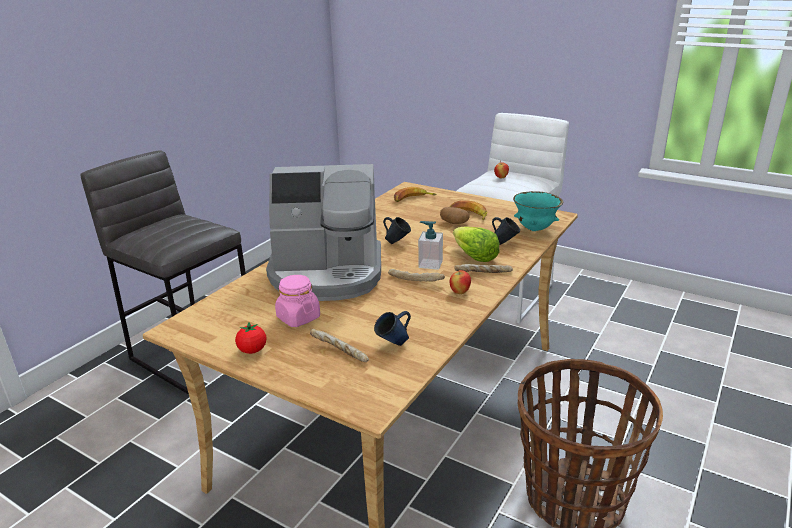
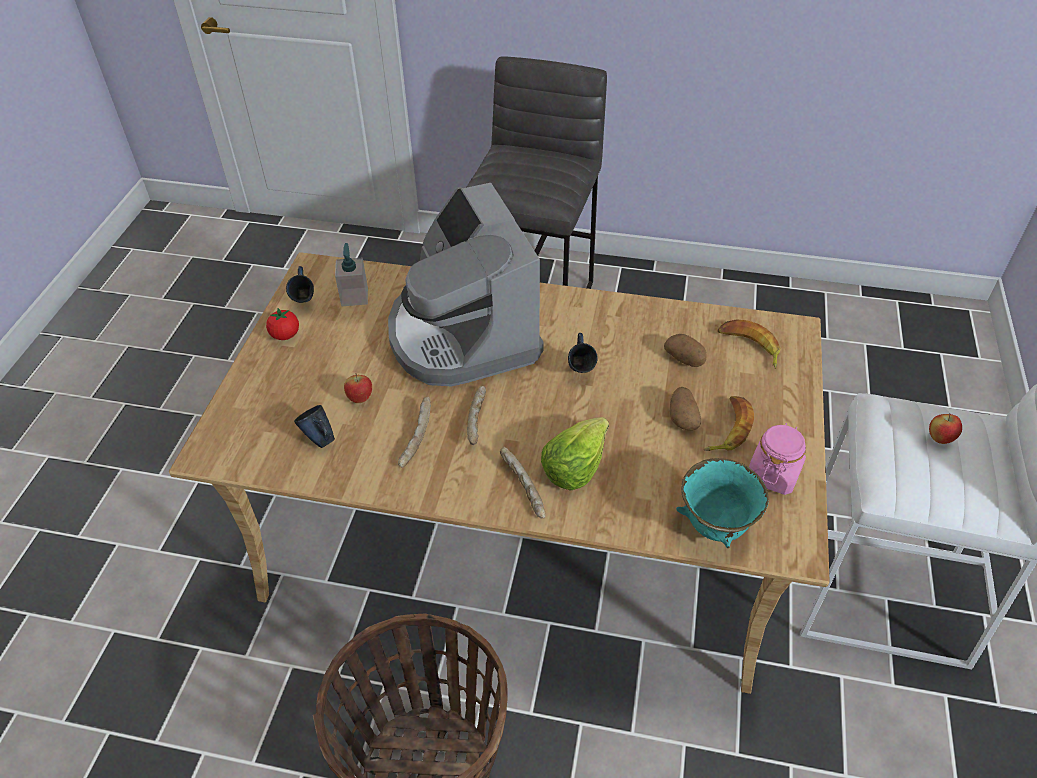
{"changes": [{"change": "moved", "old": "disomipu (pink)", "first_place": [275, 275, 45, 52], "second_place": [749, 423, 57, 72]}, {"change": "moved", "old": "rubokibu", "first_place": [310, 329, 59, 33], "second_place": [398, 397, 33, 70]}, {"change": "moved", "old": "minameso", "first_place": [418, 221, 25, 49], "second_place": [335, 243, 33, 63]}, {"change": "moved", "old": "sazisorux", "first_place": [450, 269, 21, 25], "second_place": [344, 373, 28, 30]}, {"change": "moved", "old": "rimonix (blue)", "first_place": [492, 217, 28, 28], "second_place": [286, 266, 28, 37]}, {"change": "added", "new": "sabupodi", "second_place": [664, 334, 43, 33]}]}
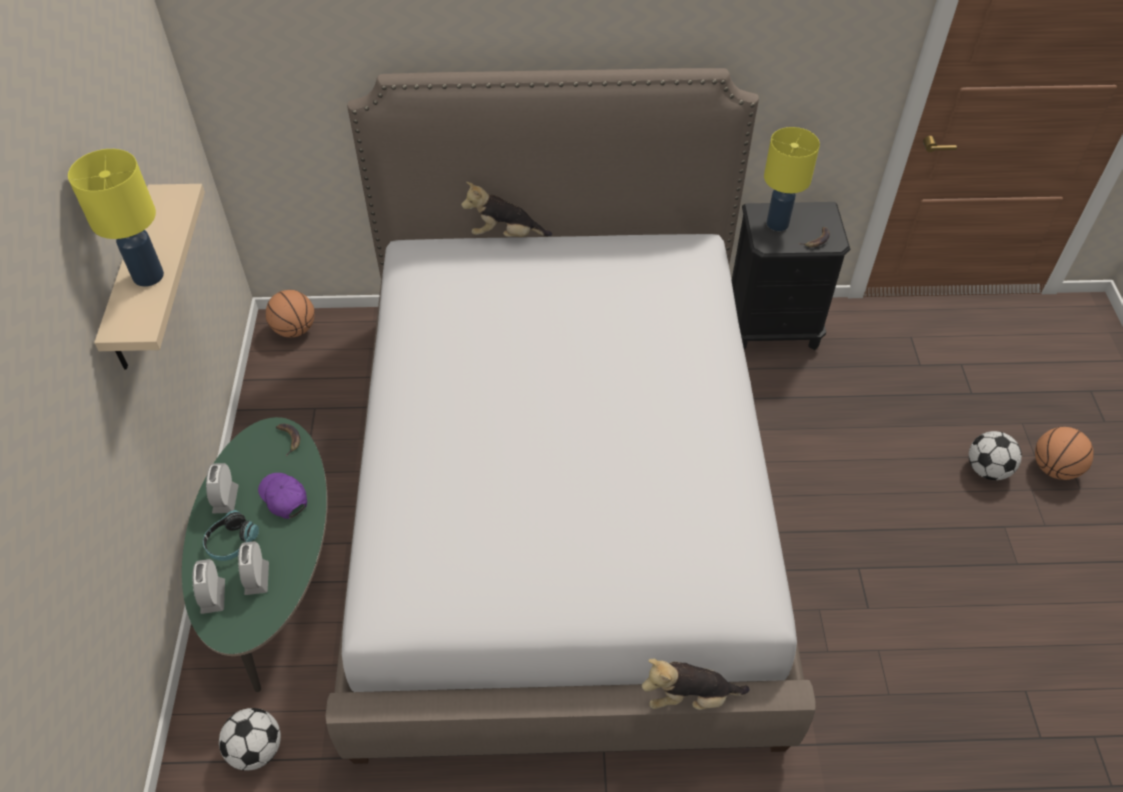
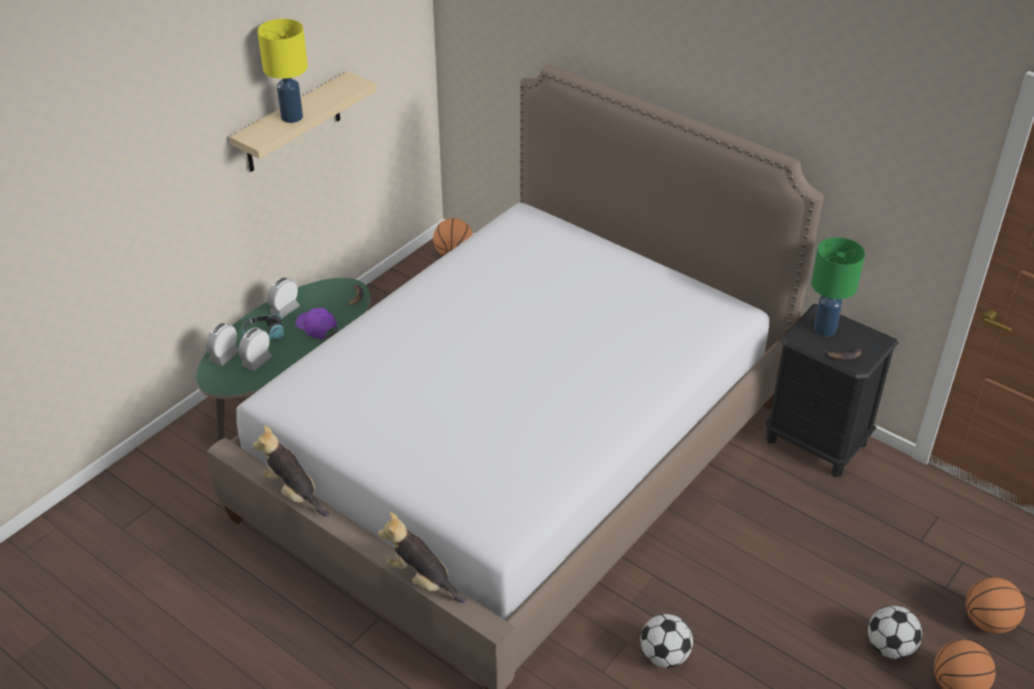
{"changes": [{"change": "moved", "old": "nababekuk", "first_place": [219, 708, 62, 63], "second_place": [640, 614, 53, 54]}, {"change": "turned", "old": "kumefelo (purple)", "first_place": [258, 473, 49, 46], "second_place": [295, 308, 42, 32], "degrees": -45}, {"change": "moved", "old": "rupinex", "first_place": [461, 182, 91, 55], "second_place": [253, 425, 76, 91]}, {"change": "recoloured", "old": "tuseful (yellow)", "new": "tuseful (green)", "first_place": [764, 127, 56, 104], "second_place": [811, 237, 54, 99]}, {"change": "added", "new": "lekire", "second_place": [965, 577, 60, 57]}]}
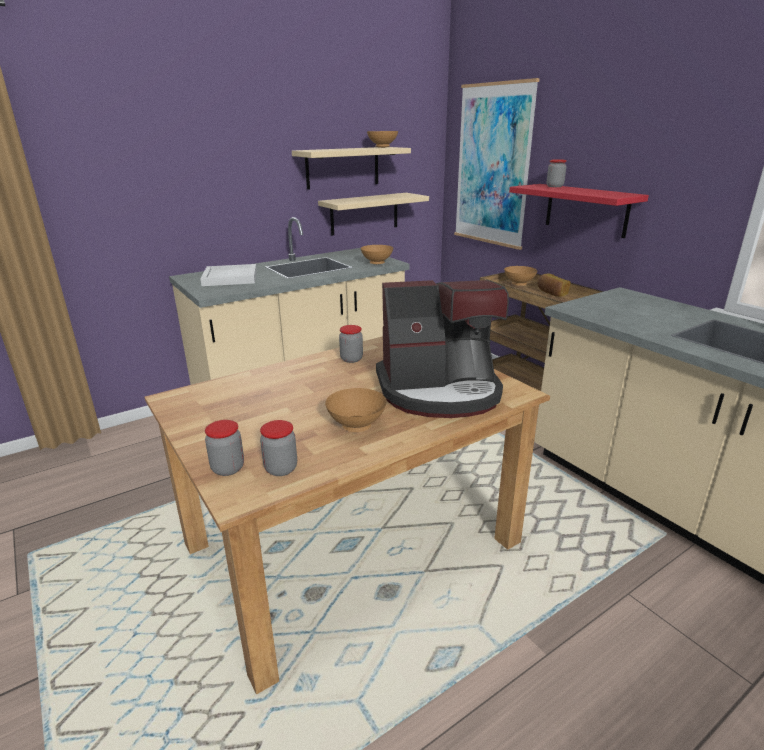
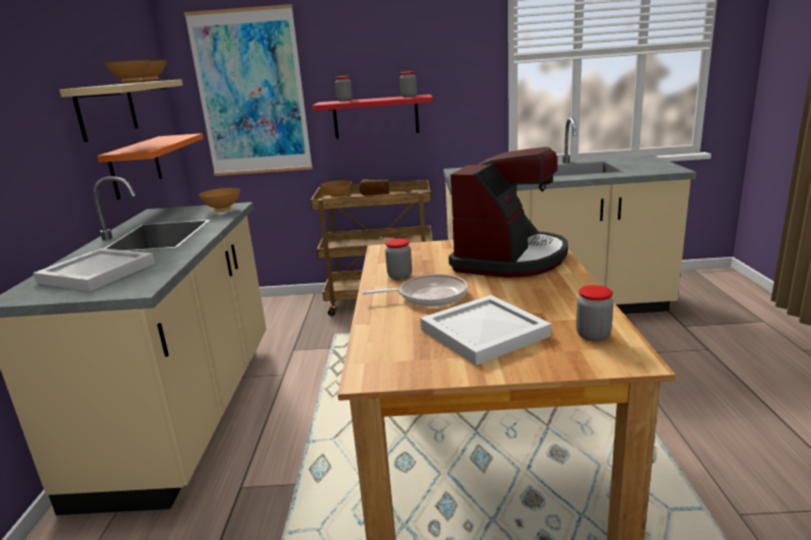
{"changes": [{"change": "moved", "old": "disomipu", "first_place": [205, 420, 39, 56], "second_place": [400, 71, 17, 26]}, {"change": "recoloured", "old": "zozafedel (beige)", "new": "zozafedel (orange)", "first_place": [318, 193, 111, 43], "second_place": [97, 133, 106, 67]}, {"change": "moved", "old": "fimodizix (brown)", "first_place": [325, 388, 62, 44], "second_place": [104, 60, 46, 23]}, {"change": "added", "new": "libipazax", "second_place": [362, 274, 106, 33]}, {"change": "added", "new": "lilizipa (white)", "second_place": [420, 295, 132, 70]}]}
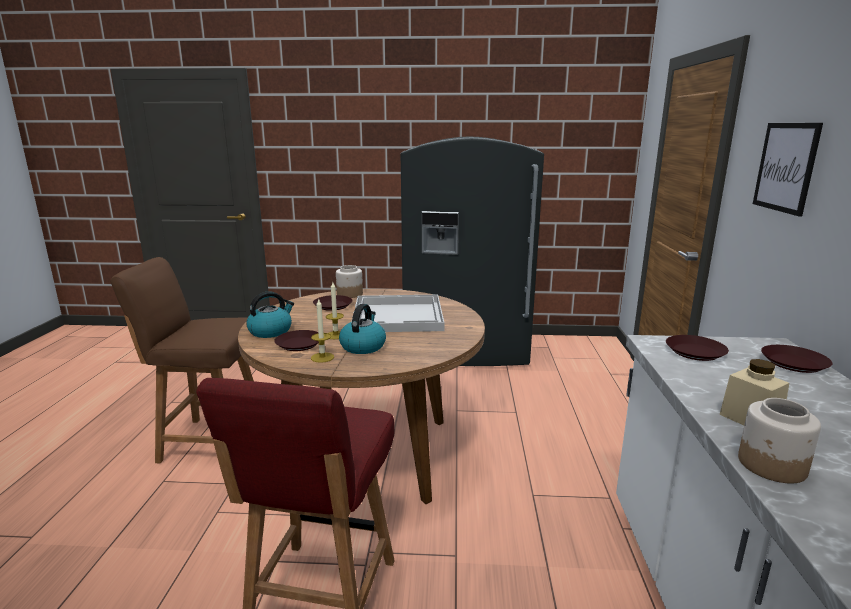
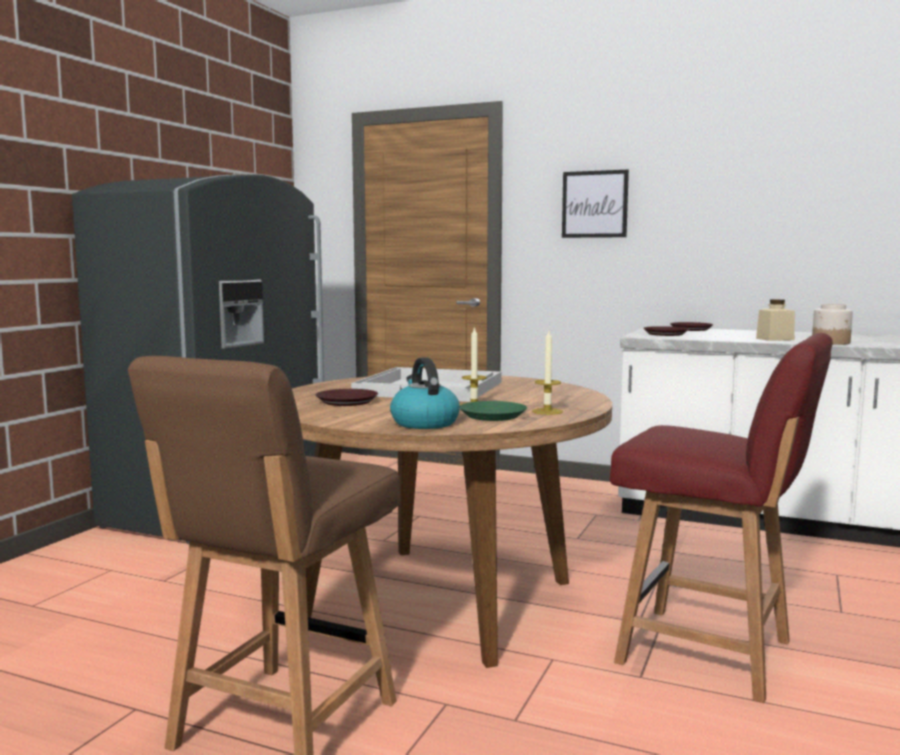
{"changes": [{"change": "recoloured", "old": "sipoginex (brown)", "new": "sipoginex (green)", "first_place": [274, 330, 45, 21], "second_place": [460, 401, 67, 20]}, {"change": "removed", "old": "disomipu", "first_place": [336, 265, 27, 33]}, {"change": "removed", "old": "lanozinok", "first_place": [339, 304, 47, 50]}]}
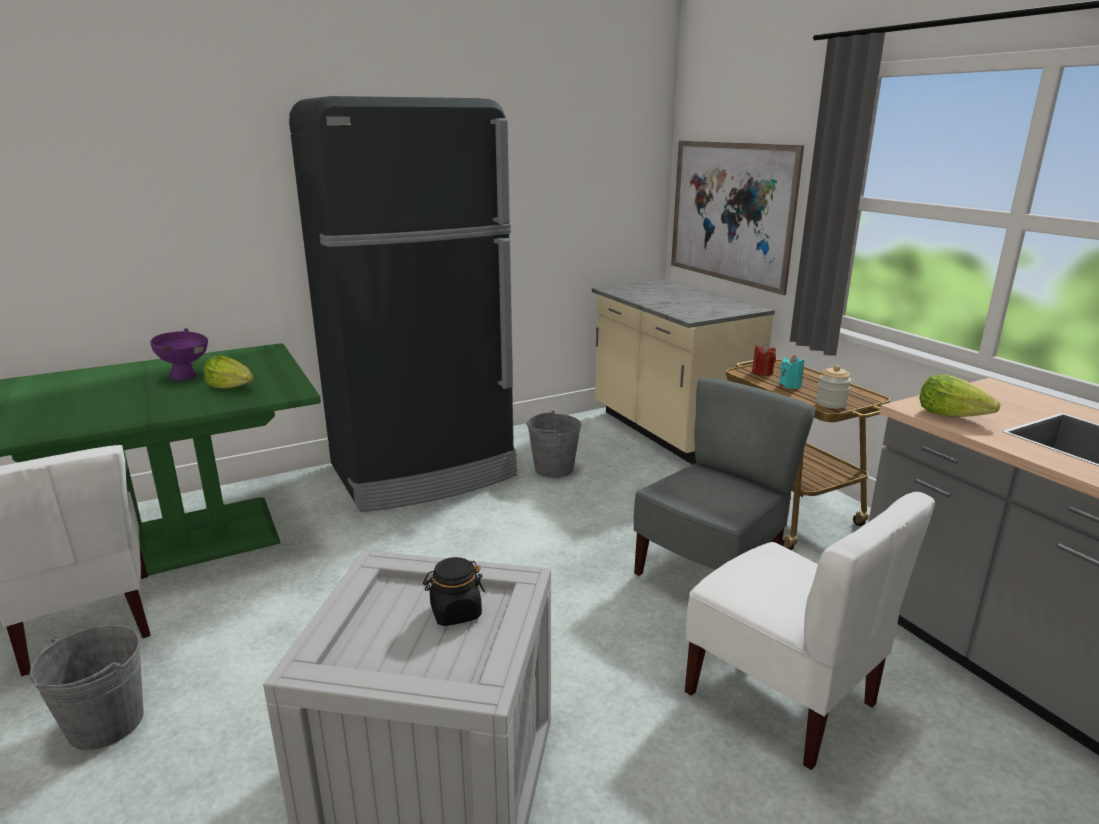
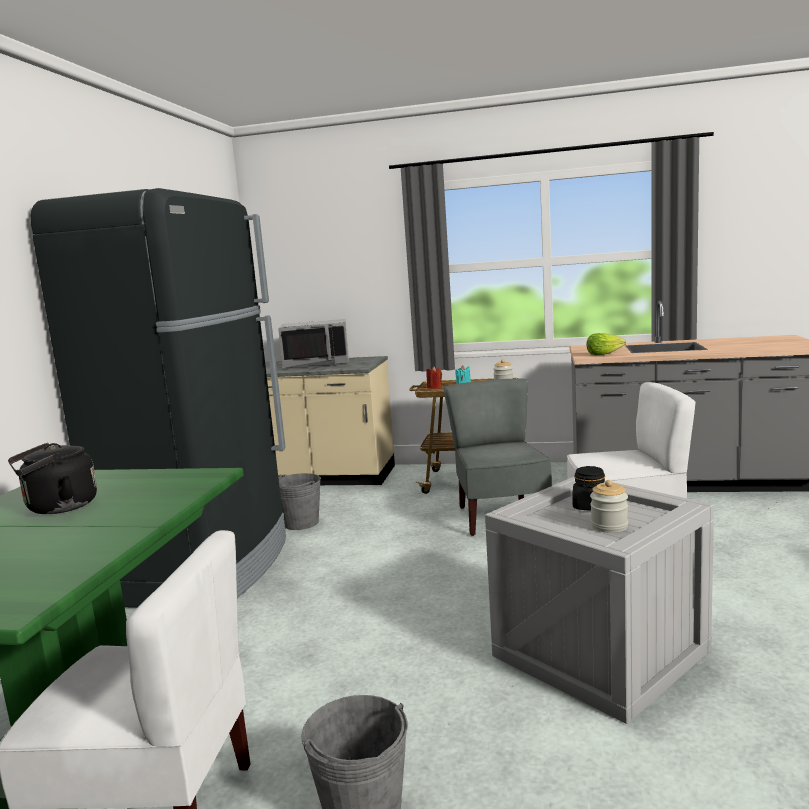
{"changes": [{"change": "replaced", "old": "fimodizix (purple)", "new": "lanozinok (black)", "first_place": [150, 328, 58, 53], "second_place": [8, 443, 89, 71]}, {"change": "removed", "old": "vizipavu", "first_place": [204, 356, 49, 33]}, {"change": "removed", "old": "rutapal", "first_place": [671, 141, 133, 154]}, {"change": "added", "new": "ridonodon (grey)", "second_place": [278, 319, 71, 49]}, {"change": "added", "new": "disomipu", "second_place": [590, 480, 38, 53]}]}
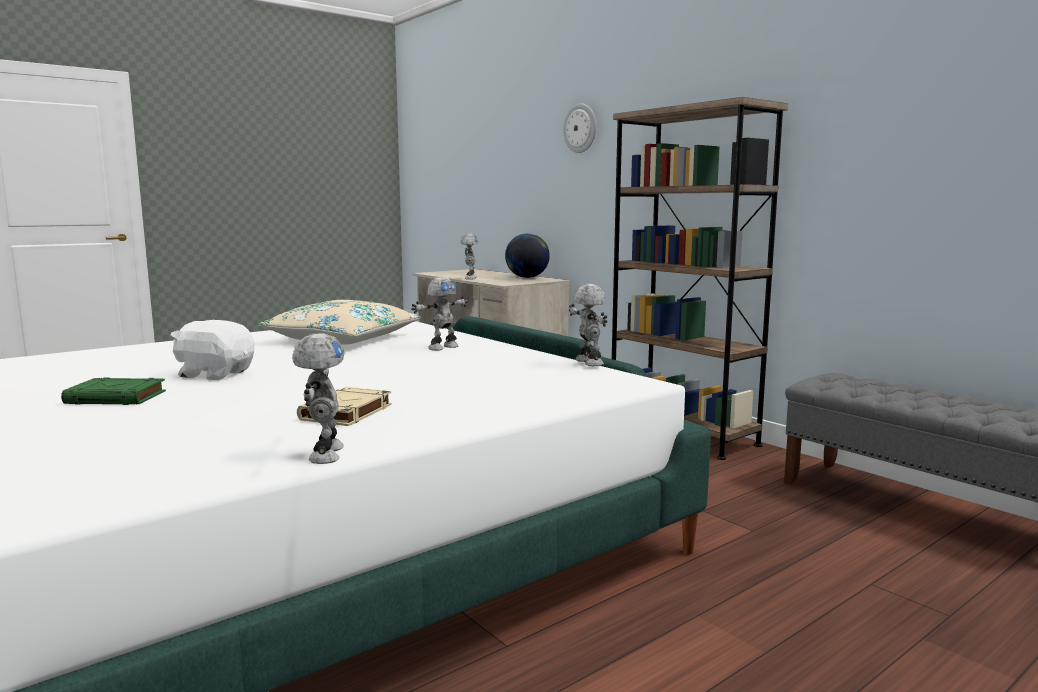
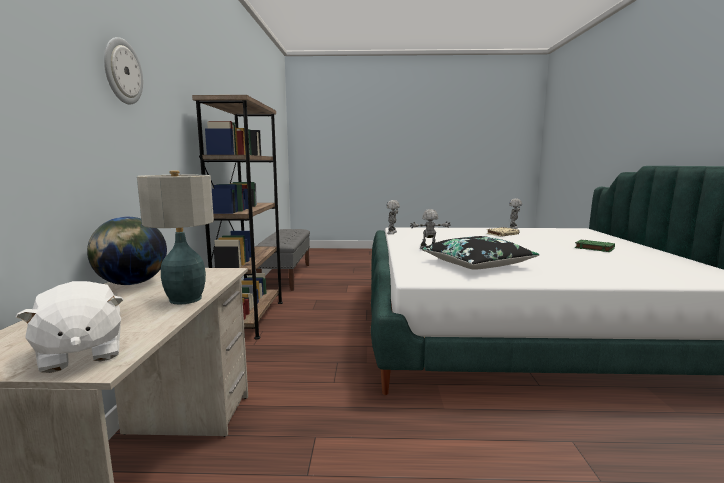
{"changes": [{"change": "moved", "old": "rupinex (white)", "first_place": [171, 320, 84, 60], "second_place": [16, 281, 108, 92]}, {"change": "recoloured", "old": "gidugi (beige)", "new": "gidugi (black)", "first_place": [258, 300, 163, 44], "second_place": [421, 236, 119, 34]}, {"change": "replaced", "old": "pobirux", "new": "tuseful", "first_place": [460, 234, 18, 45], "second_place": [137, 171, 77, 134]}]}
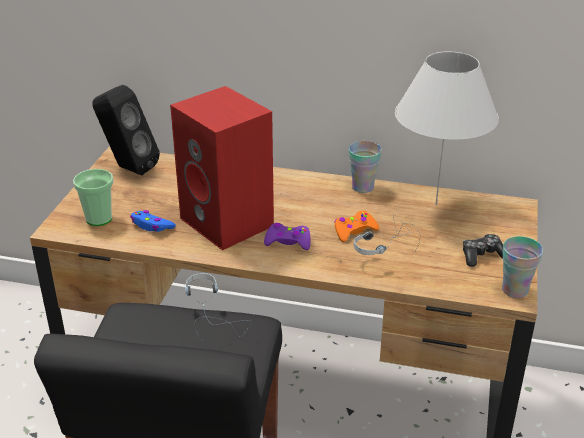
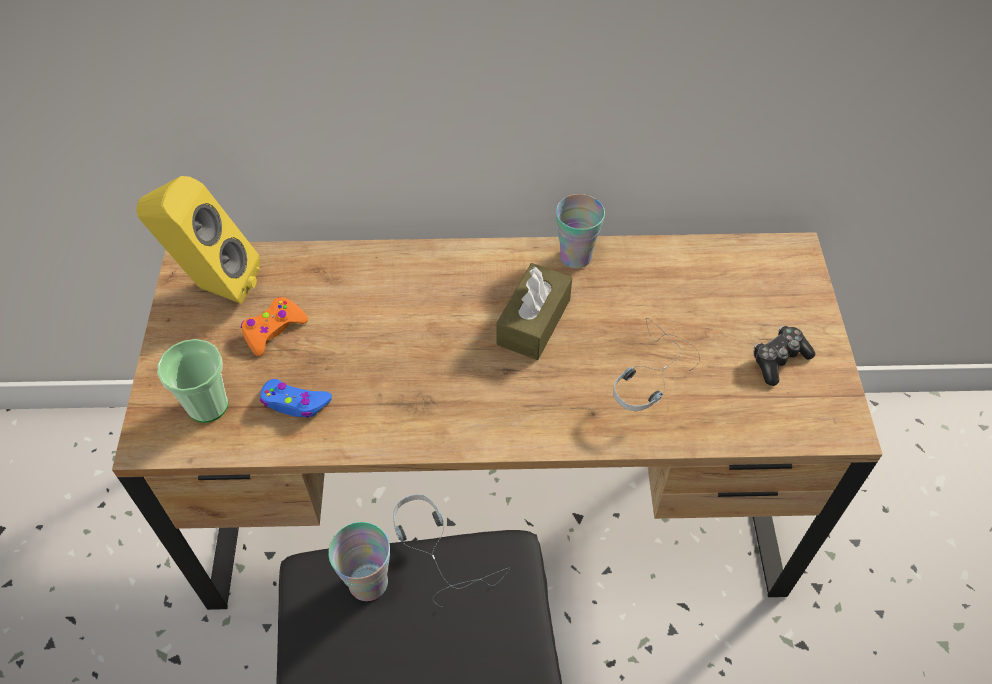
{"changes": [{"change": "recoloured", "old": "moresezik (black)", "new": "moresezik (yellow)", "first_place": [92, 85, 68, 90], "second_place": [136, 176, 124, 128]}, {"change": "removed", "old": "moresezik (red)", "first_place": [170, 86, 104, 164]}, {"change": "removed", "old": "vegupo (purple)", "first_place": [264, 223, 47, 27]}, {"change": "moved", "old": "vegupo (orange)", "first_place": [334, 211, 45, 31], "second_place": [241, 297, 67, 59]}, {"change": "removed", "old": "tuseful (white)", "first_place": [395, 51, 104, 155]}, {"change": "moved", "old": "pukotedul", "first_place": [502, 236, 41, 62], "second_place": [328, 522, 62, 79]}, {"change": "added", "new": "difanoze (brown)", "second_place": [497, 263, 75, 97]}]}
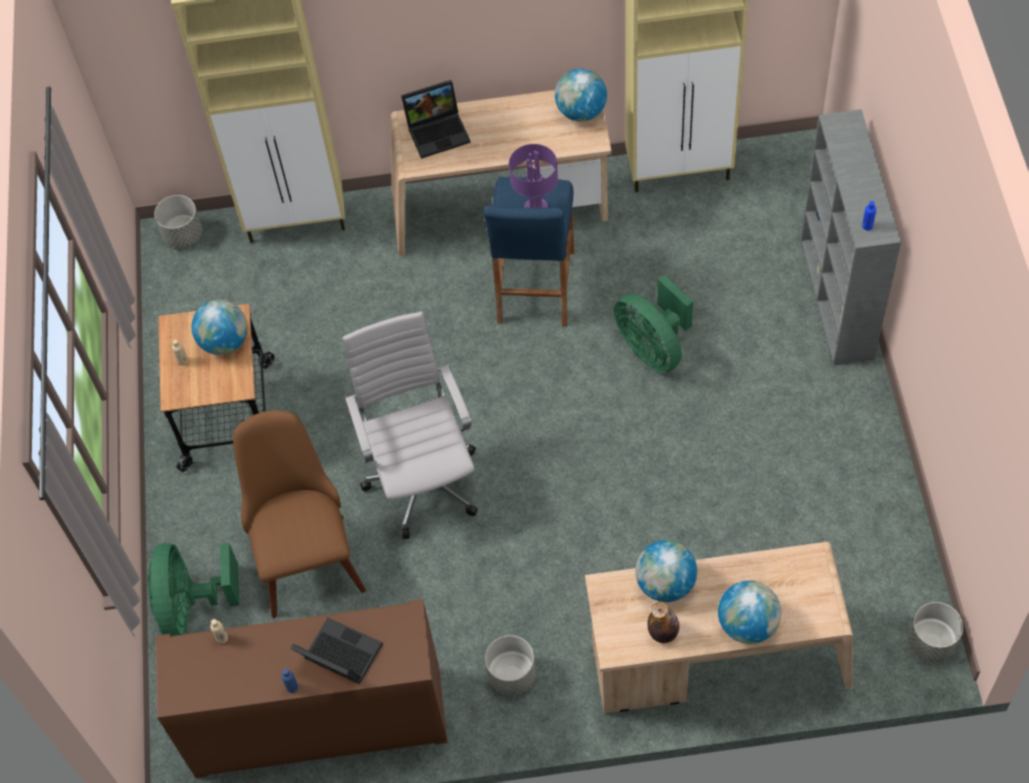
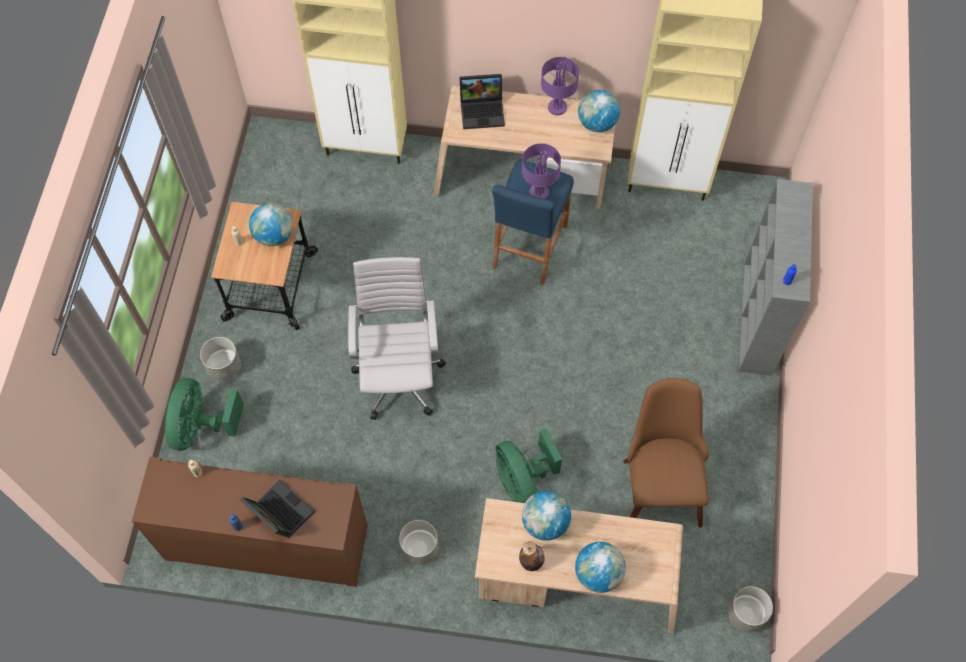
{"changes": [{"change": "moved", "old": "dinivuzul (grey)", "first_place": [154, 195, 48, 53], "second_place": [200, 337, 41, 44]}, {"change": "moved", "old": "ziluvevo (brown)", "first_place": [233, 410, 133, 208], "second_place": [623, 378, 86, 150]}, {"change": "moved", "old": "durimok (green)", "first_place": [614, 275, 79, 98], "second_place": [496, 428, 66, 75]}, {"change": "added", "new": "tuseful (purple)", "second_place": [541, 57, 38, 58]}]}
